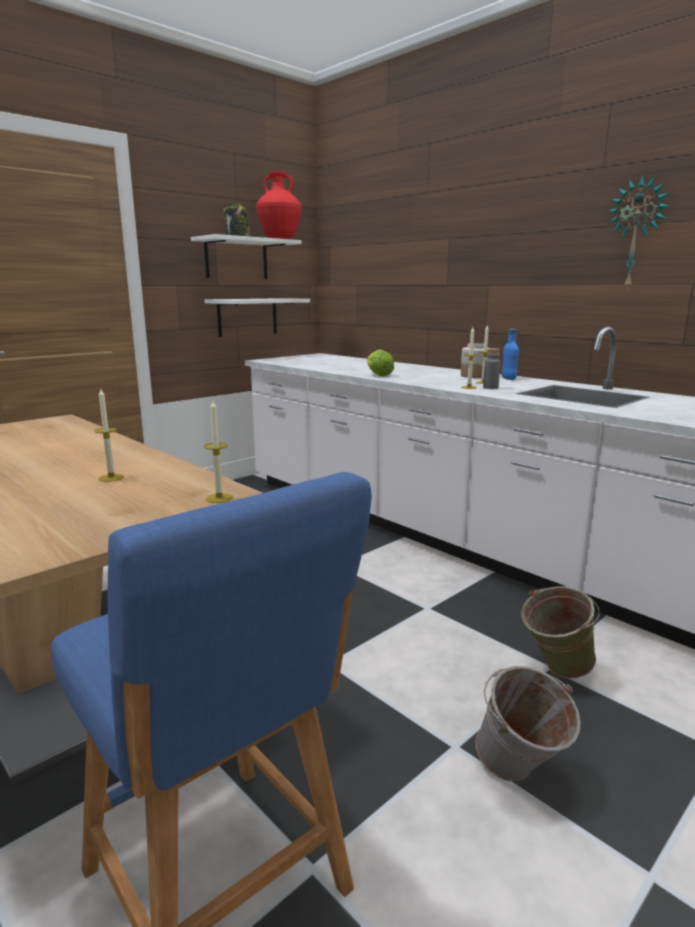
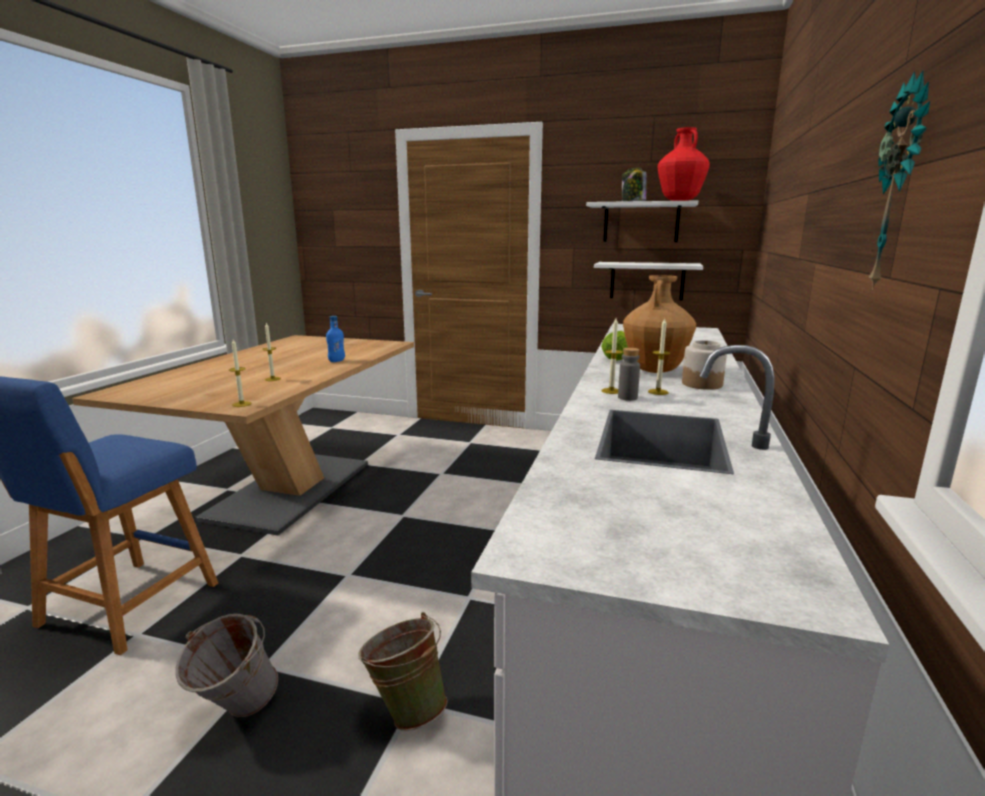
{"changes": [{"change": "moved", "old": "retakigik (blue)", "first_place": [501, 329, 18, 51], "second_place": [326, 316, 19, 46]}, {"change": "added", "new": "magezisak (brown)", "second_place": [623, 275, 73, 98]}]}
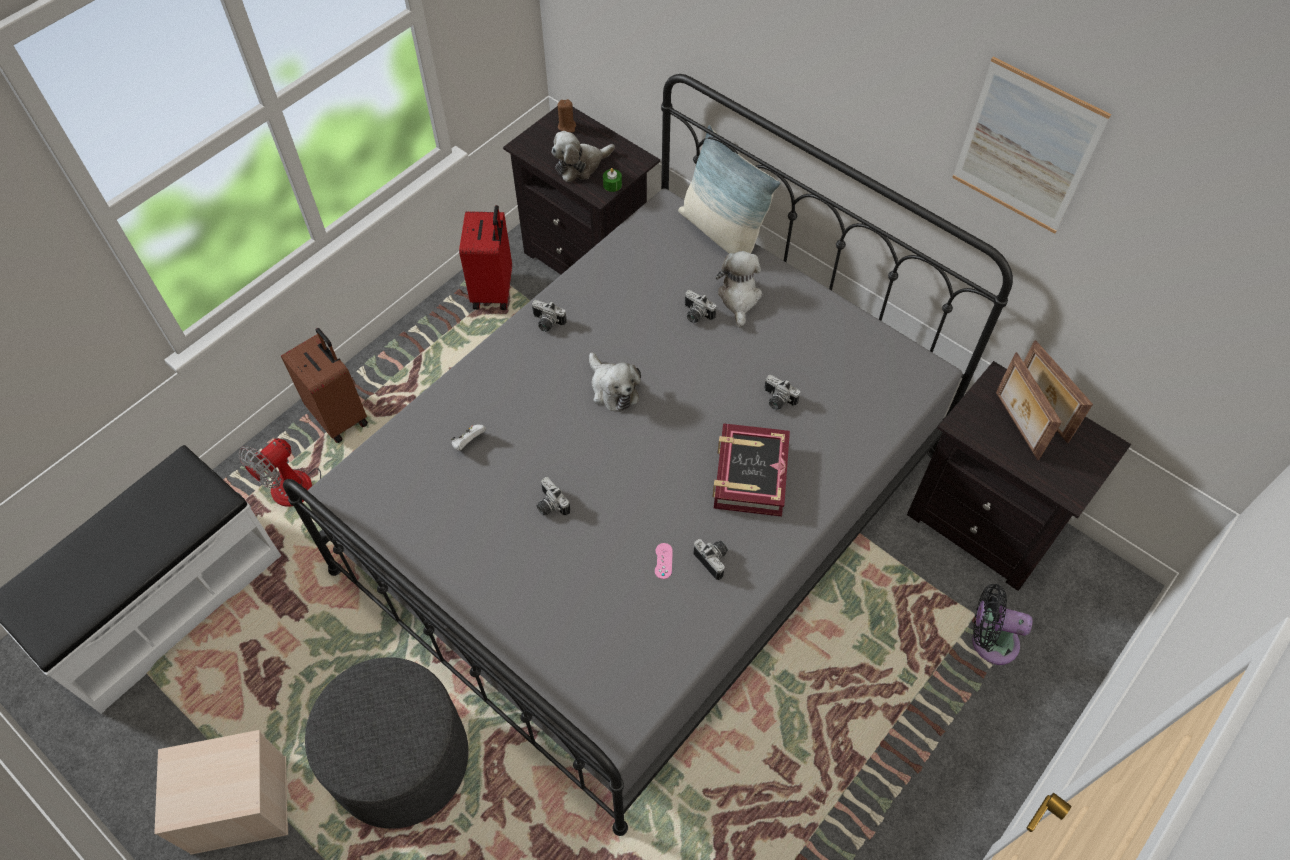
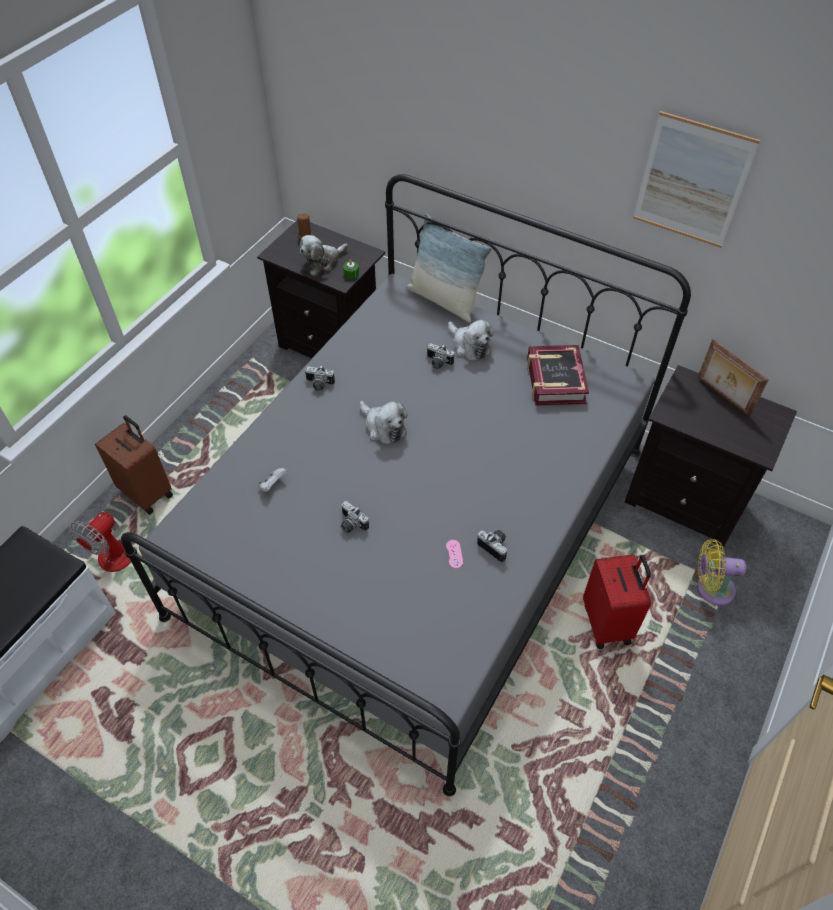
{"changes": [{"change": "removed", "old": "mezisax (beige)", "first_place": [154, 730, 134, 125]}, {"change": "removed", "old": "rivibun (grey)", "first_place": [305, 657, 163, 172]}, {"change": "moved", "old": "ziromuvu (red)", "first_place": [459, 205, 53, 105], "second_place": [583, 554, 68, 95]}, {"change": "moved", "old": "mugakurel", "first_place": [713, 423, 77, 94], "second_place": [527, 345, 62, 60]}, {"change": "turned", "old": "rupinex", "first_place": [715, 251, 47, 77], "second_place": [448, 320, 46, 41], "degrees": 150}, {"change": "removed", "old": "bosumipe", "first_place": [764, 375, 36, 35]}, {"change": "recoloured", "old": "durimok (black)", "new": "durimok (yellow)", "first_place": [972, 584, 61, 81], "second_place": [697, 539, 49, 67]}, {"change": "removed", "old": "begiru", "first_place": [996, 352, 66, 108]}]}
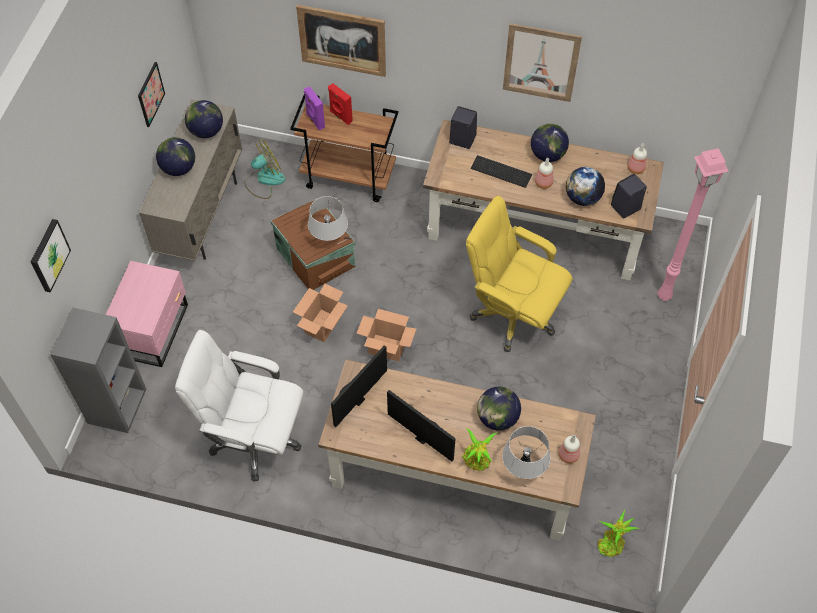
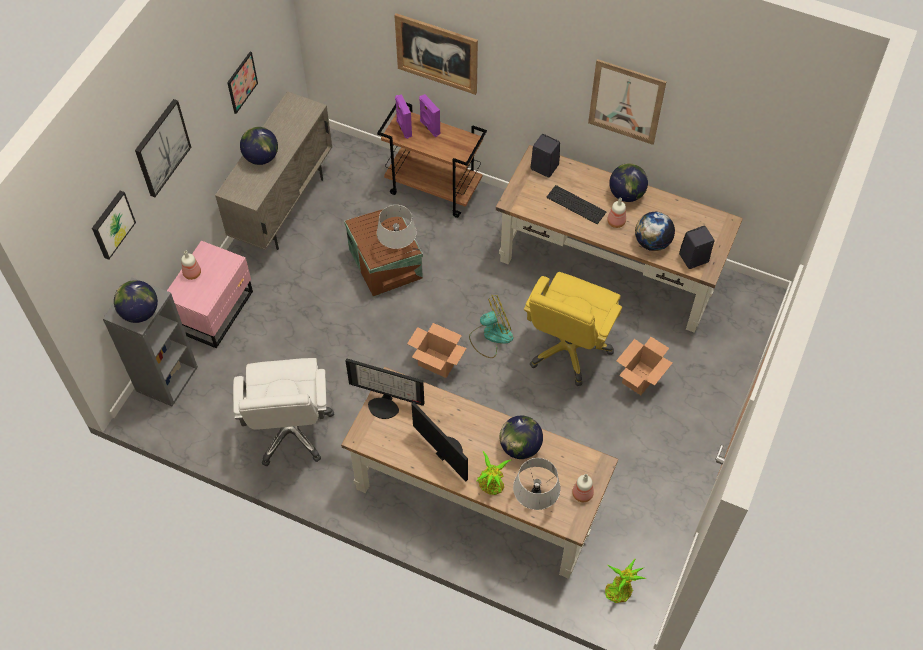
{"changes": [{"change": "turned", "old": "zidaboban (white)", "first_place": [175, 330, 128, 151], "second_place": [233, 358, 102, 108], "degrees": -120}, {"change": "moved", "old": "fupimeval", "first_place": [185, 100, 38, 38], "second_place": [114, 280, 44, 43]}, {"change": "moved", "old": "durimok", "first_place": [244, 139, 41, 60], "second_place": [469, 295, 45, 63]}, {"change": "moved", "old": "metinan", "first_place": [293, 284, 55, 58], "second_place": [616, 337, 57, 58]}, {"change": "recoloured", "old": "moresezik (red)", "new": "moresezik (purple)", "first_place": [328, 83, 25, 42], "second_place": [419, 94, 21, 43]}, {"change": "turned", "old": "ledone", "first_place": [331, 345, 56, 82], "second_place": [346, 358, 79, 61], "degrees": -120}, {"change": "turned", "old": "zidaboban (yellow)", "first_place": [466, 196, 106, 156], "second_place": [524, 272, 98, 114], "degrees": -105}, {"change": "moved", "old": "retakigik", "first_place": [627, 143, 20, 31], "second_place": [181, 251, 20, 29]}, {"change": "removed", "old": "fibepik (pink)", "first_place": [657, 148, 72, 153]}, {"change": "added", "new": "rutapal", "second_place": [135, 99, 56, 98]}]}
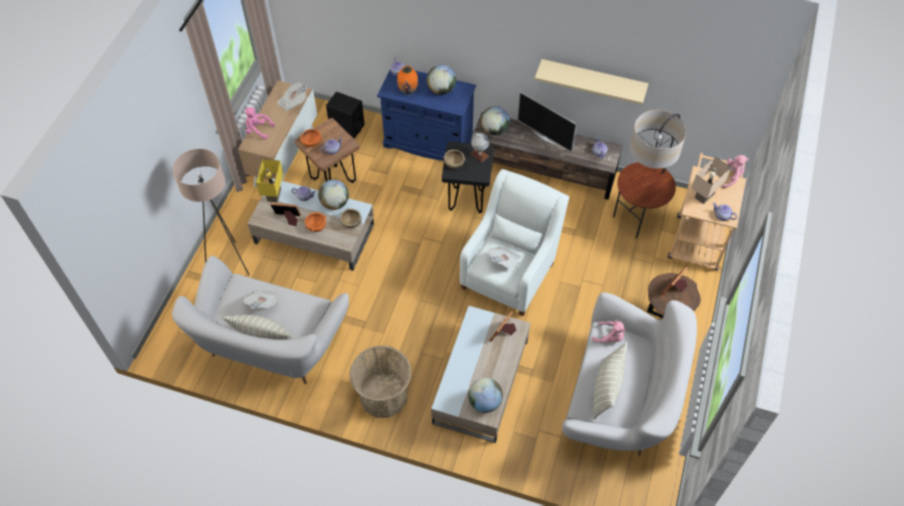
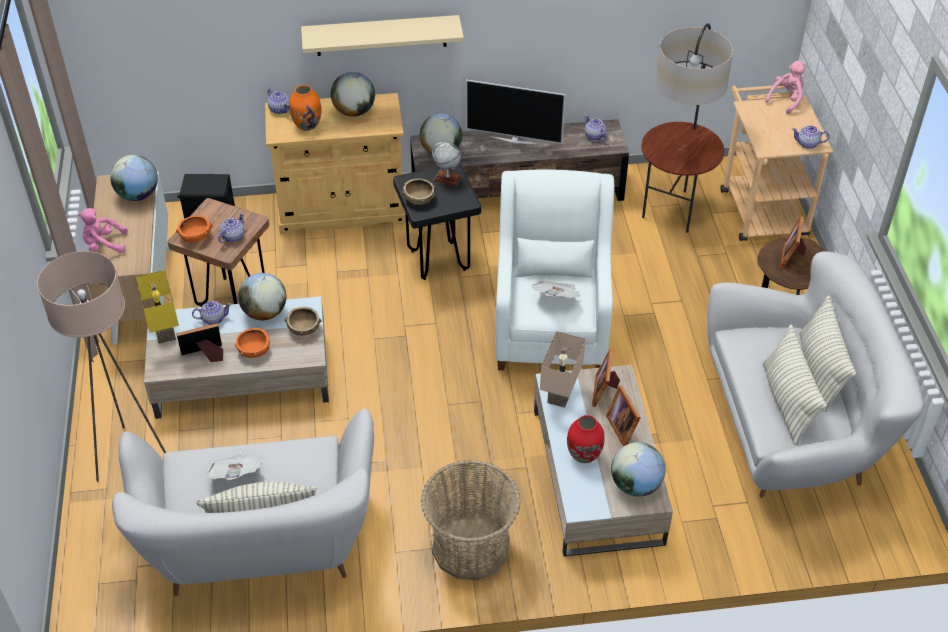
{"changes": [{"change": "replaced", "old": "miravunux", "new": "fupimeval", "first_place": [278, 82, 29, 30], "second_place": [110, 155, 48, 46]}, {"change": "recoloured", "old": "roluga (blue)", "new": "roluga (beige)", "first_place": [377, 68, 99, 93], "second_place": [265, 93, 141, 141]}, {"change": "moved", "old": "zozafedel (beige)", "first_place": [535, 59, 114, 46], "second_place": [301, 15, 163, 41]}, {"change": "removed", "old": "rupinex (pink)", "first_place": [592, 320, 33, 23]}, {"change": "moved", "old": "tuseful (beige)", "first_place": [692, 157, 39, 47], "second_place": [540, 331, 46, 77]}, {"change": "added", "new": "magezisak (red)", "second_place": [567, 415, 37, 48]}, {"change": "added", "new": "begiru", "second_place": [606, 386, 35, 60]}, {"change": "added", "new": "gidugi", "second_place": [799, 295, 57, 117]}]}
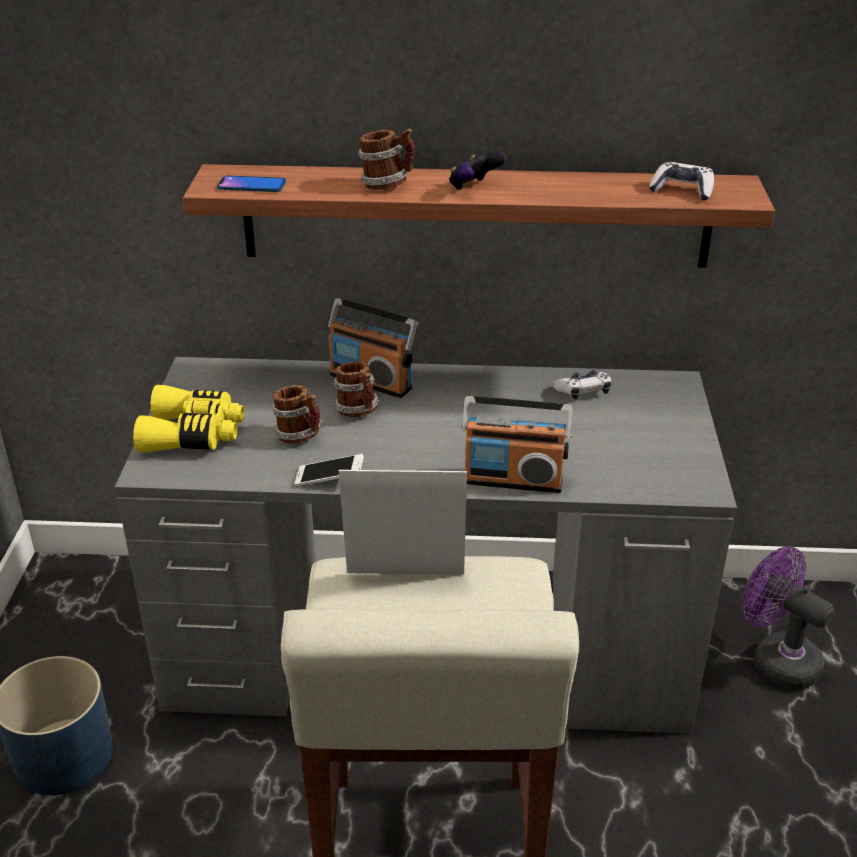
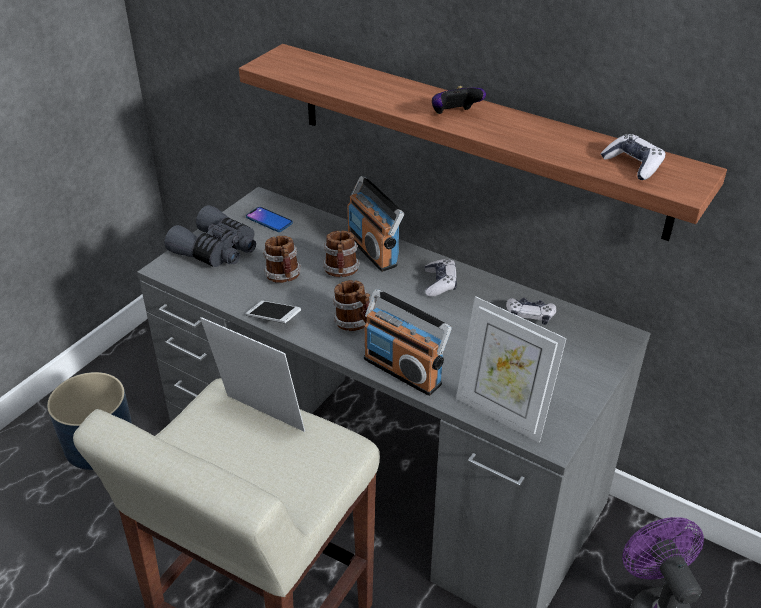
{"changes": [{"change": "recoloured", "old": "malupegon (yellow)", "new": "malupegon (grey)", "first_place": [133, 385, 111, 67], "second_place": [165, 205, 91, 62]}, {"change": "moved", "old": "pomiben", "first_place": [217, 176, 69, 16], "second_place": [246, 207, 47, 25]}, {"change": "moved", "old": "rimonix", "first_place": [358, 128, 57, 62], "second_place": [333, 280, 37, 51]}, {"change": "added", "new": "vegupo", "second_place": [424, 259, 33, 38]}, {"change": "added", "new": "begiru", "second_place": [456, 296, 111, 147]}]}
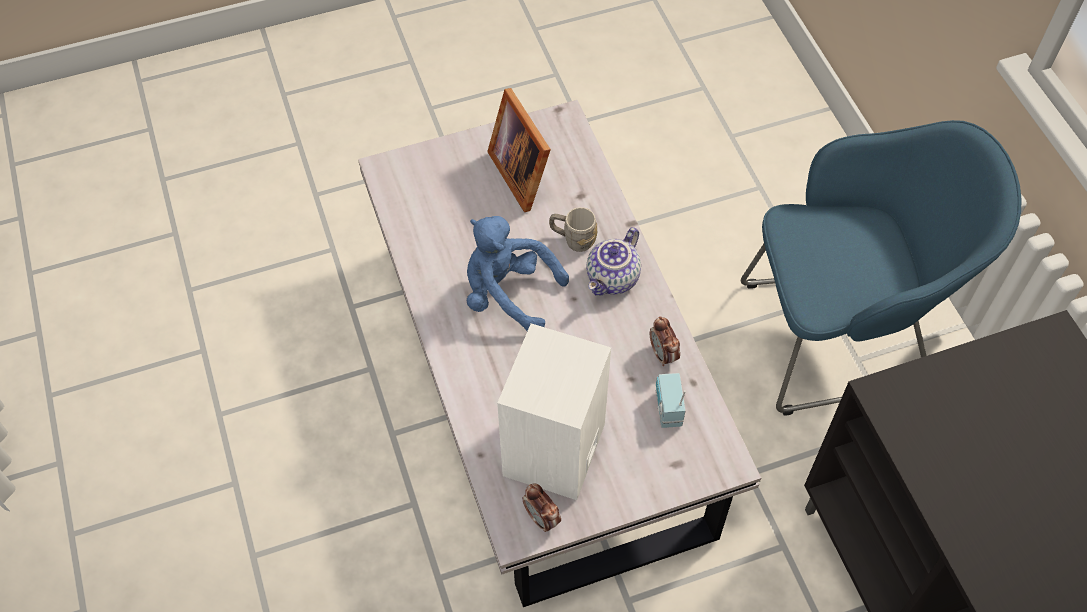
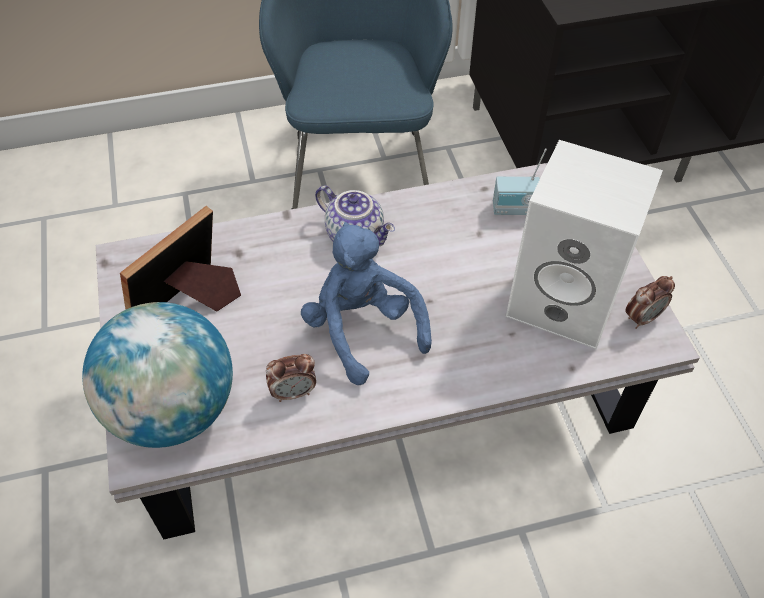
{"changes": [{"change": "turned", "old": "rupinex (blue)", "first_place": [467, 216, 102, 115], "second_place": [301, 222, 131, 163], "degrees": 120}, {"change": "turned", "old": "begiru", "first_place": [487, 88, 64, 124], "second_place": [120, 206, 121, 105], "degrees": 150}, {"change": "removed", "old": "rimonix (grey)", "first_place": [549, 207, 48, 45]}, {"change": "moved", "old": "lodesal", "first_place": [650, 316, 30, 50], "second_place": [266, 354, 50, 48]}, {"change": "added", "new": "fupimeval", "second_place": [82, 302, 151, 146]}]}
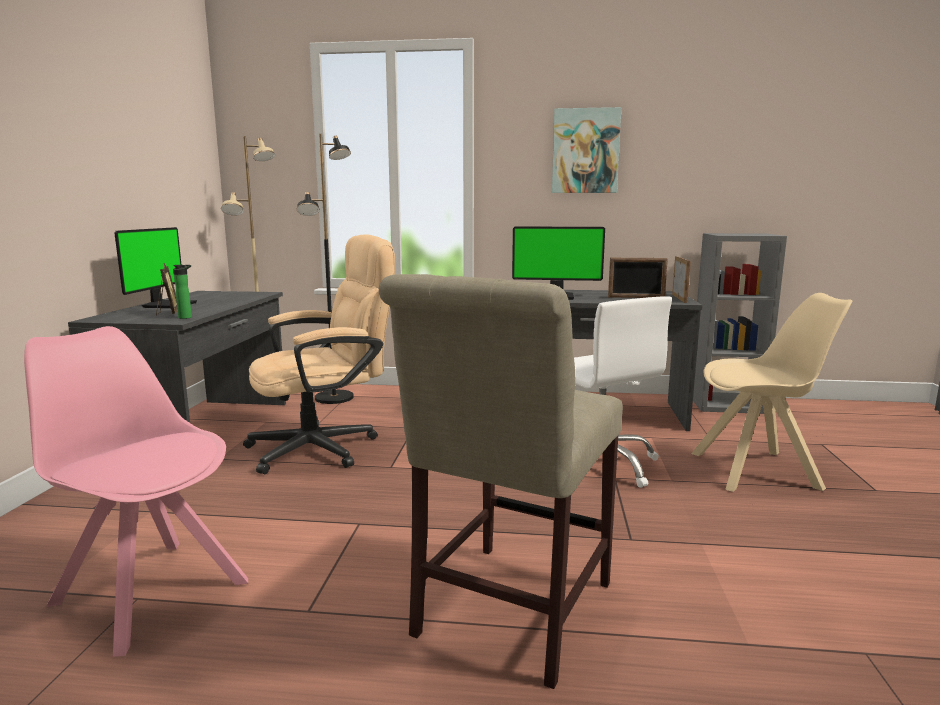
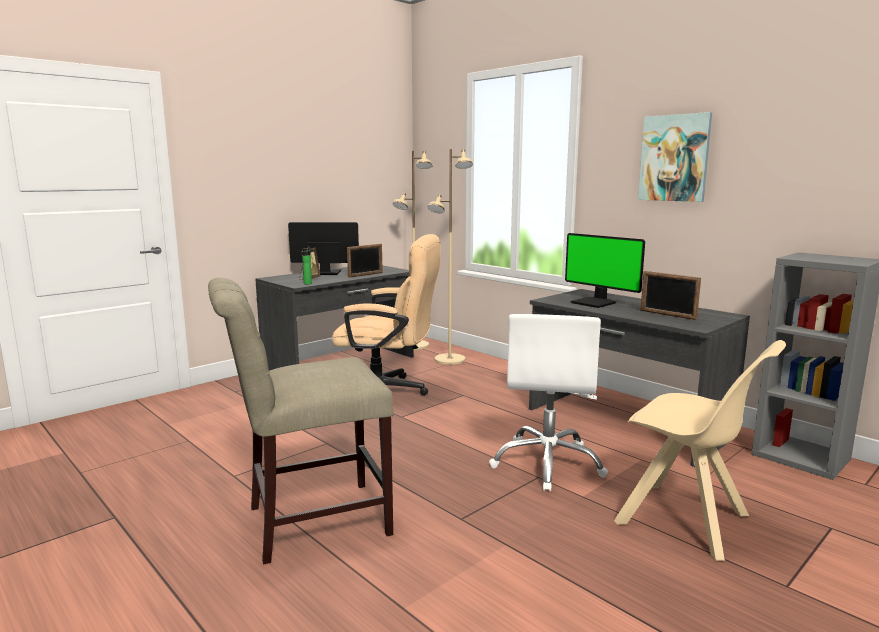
{"changes": [{"change": "removed", "old": "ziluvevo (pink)", "first_place": [24, 326, 224, 331]}, {"change": "turned", "old": "ledone", "first_place": [114, 227, 83, 81], "second_place": [288, 222, 71, 53], "degrees": -135}, {"change": "recoloured", "old": "fibepik (black)", "new": "fibepik (beige)", "first_place": [297, 134, 57, 270], "second_place": [428, 149, 45, 216]}, {"change": "moved", "old": "begiru", "first_place": [672, 256, 19, 47], "second_place": [347, 244, 36, 34]}]}
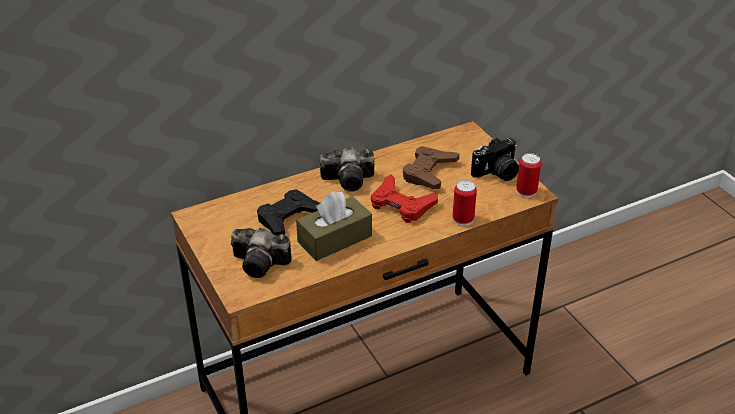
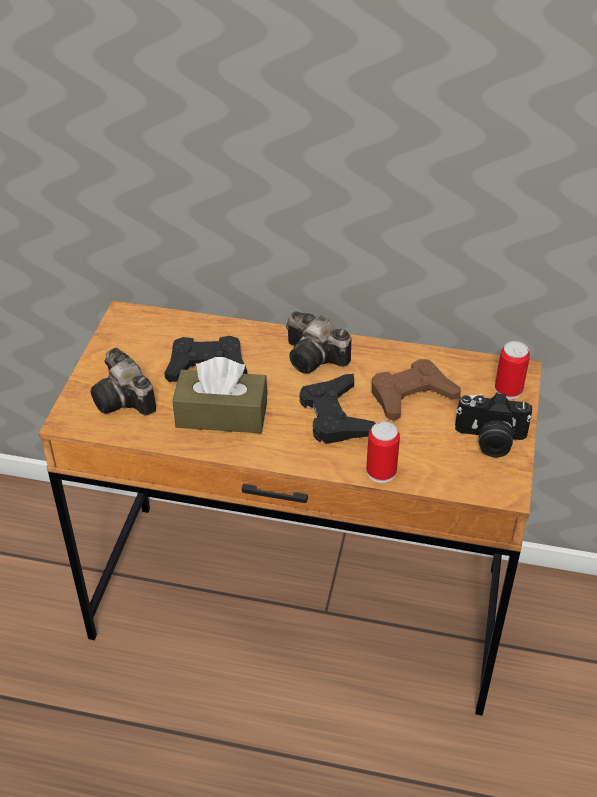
{"changes": [{"change": "recoloured", "old": "vegupo (red)", "new": "vegupo (black)", "first_place": [371, 174, 67, 49], "second_place": [299, 374, 77, 70]}, {"change": "moved", "old": "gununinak", "first_place": [516, 153, 25, 45], "second_place": [495, 341, 35, 59]}]}
